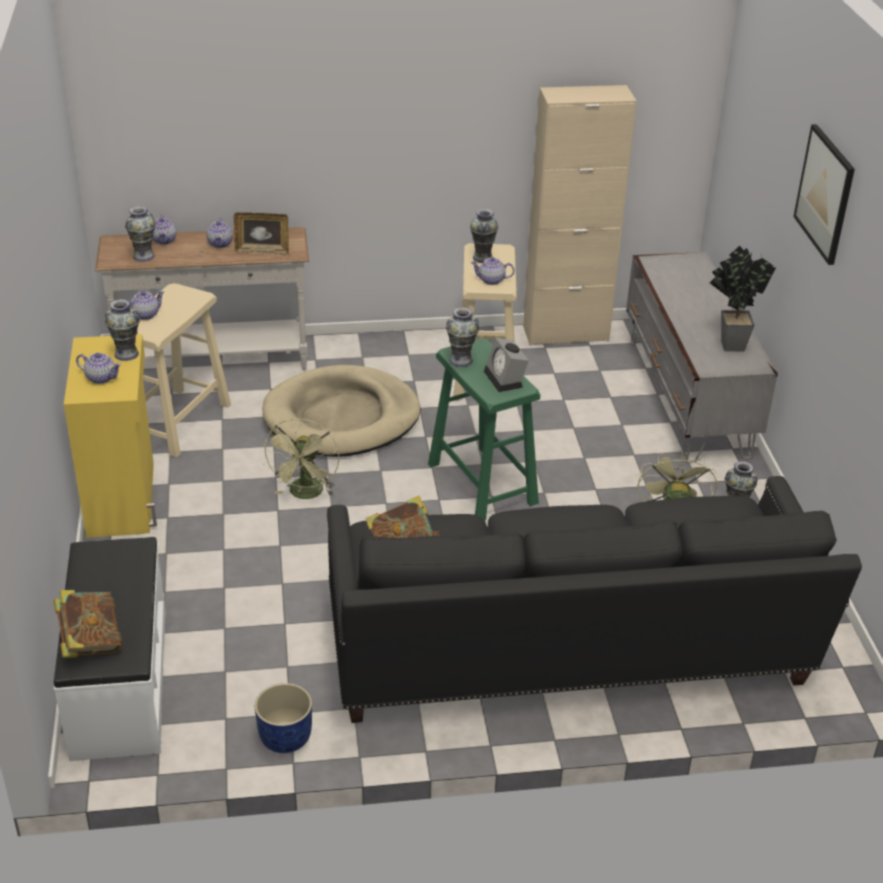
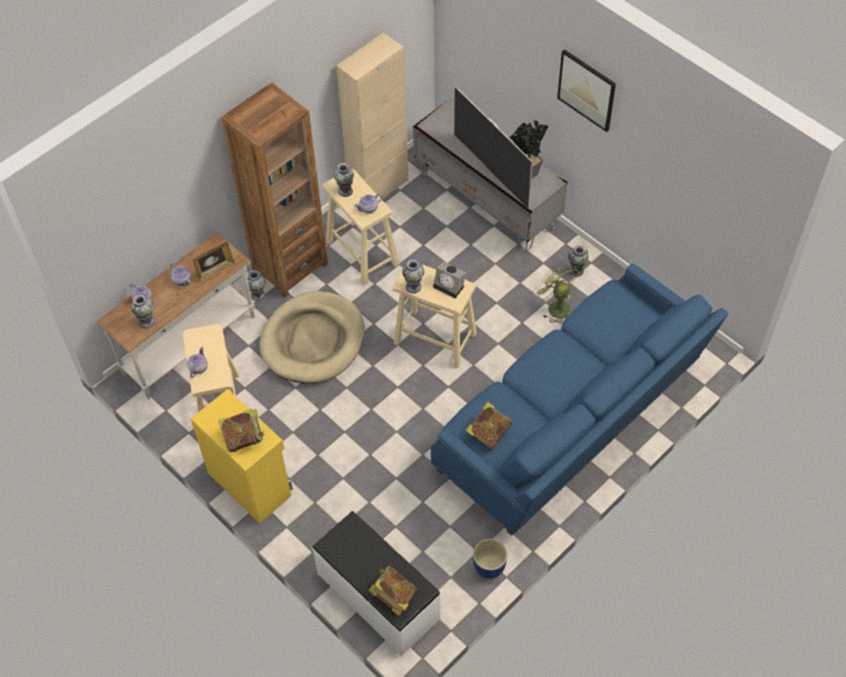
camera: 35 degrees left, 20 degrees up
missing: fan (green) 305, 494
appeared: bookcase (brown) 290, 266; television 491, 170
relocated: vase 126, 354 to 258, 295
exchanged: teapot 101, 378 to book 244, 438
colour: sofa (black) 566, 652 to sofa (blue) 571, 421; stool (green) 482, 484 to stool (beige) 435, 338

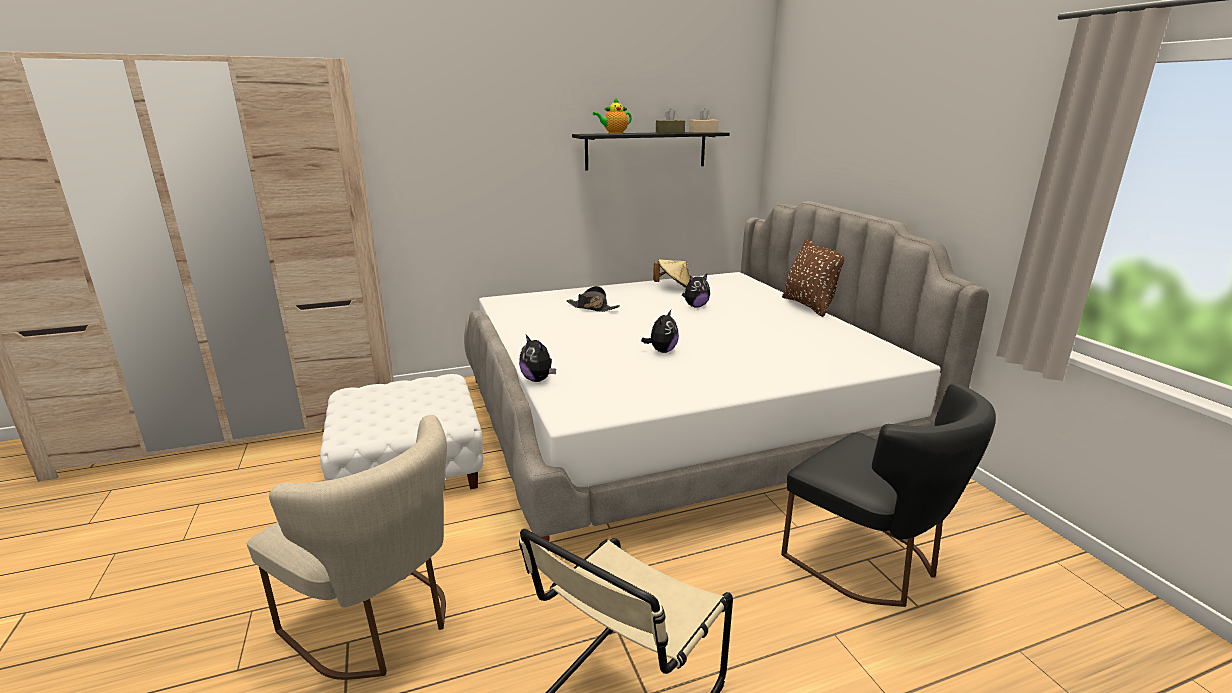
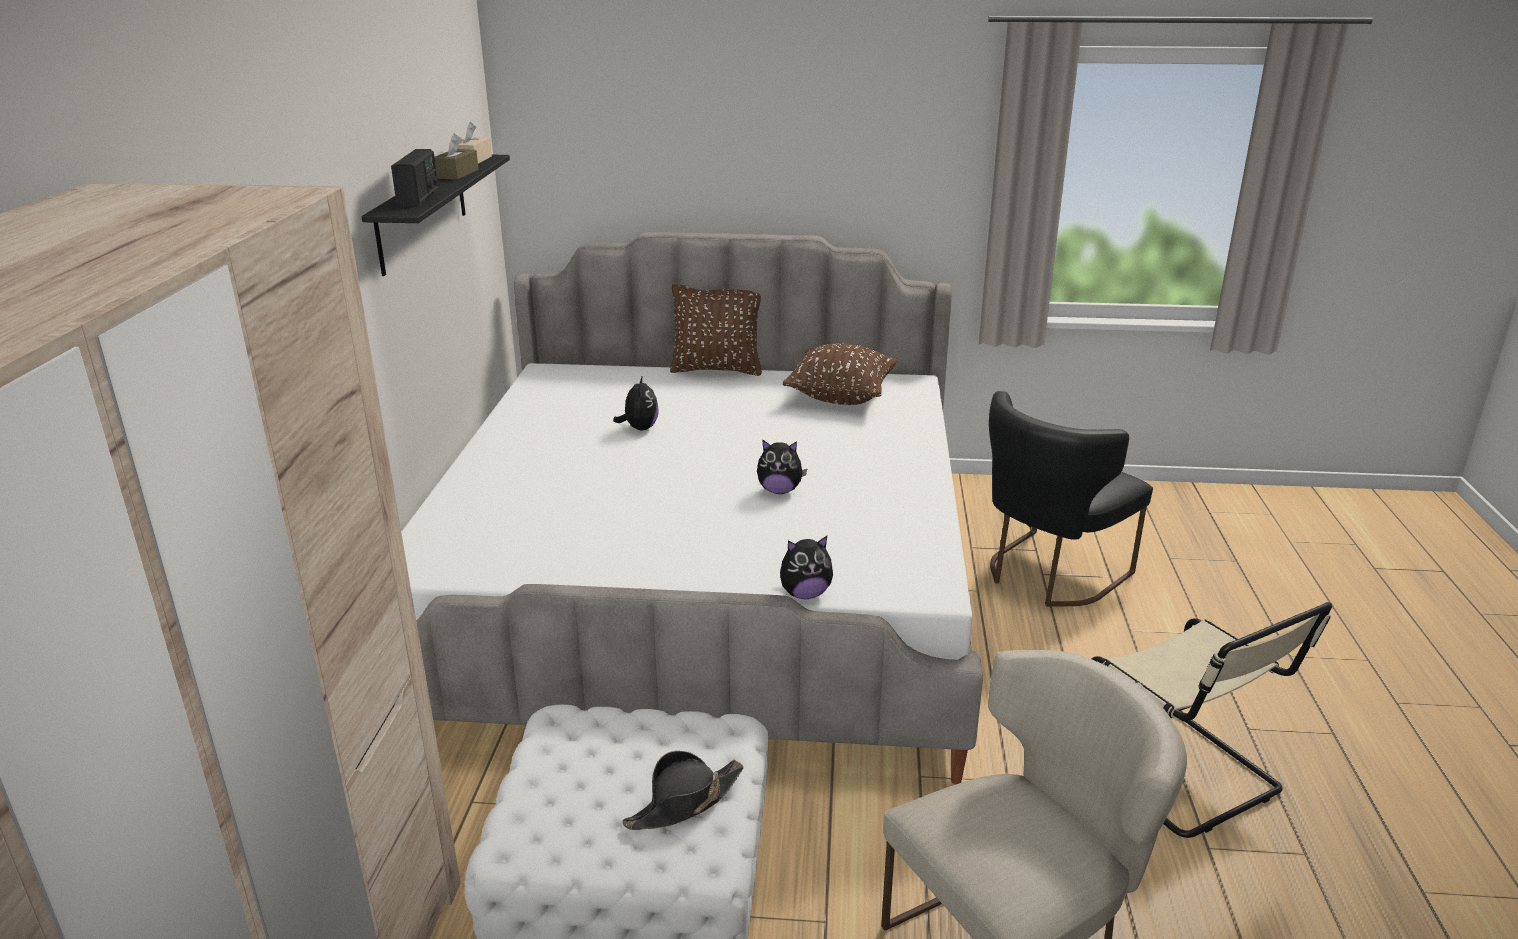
camera: 65 degrees left, 5 degrees up
missing: hat (beige) 674, 288
appeared: pillow (brown) 841, 397
relocated: hat (black) 592, 308 to 684, 802
exchanged: teapot 614, 133 to radio 419, 198
spun: plush toy 662, 351 = 780, 490 135 degrees clockwise; chair (black) 870, 563 = 1048, 575 150 degrees clockwise

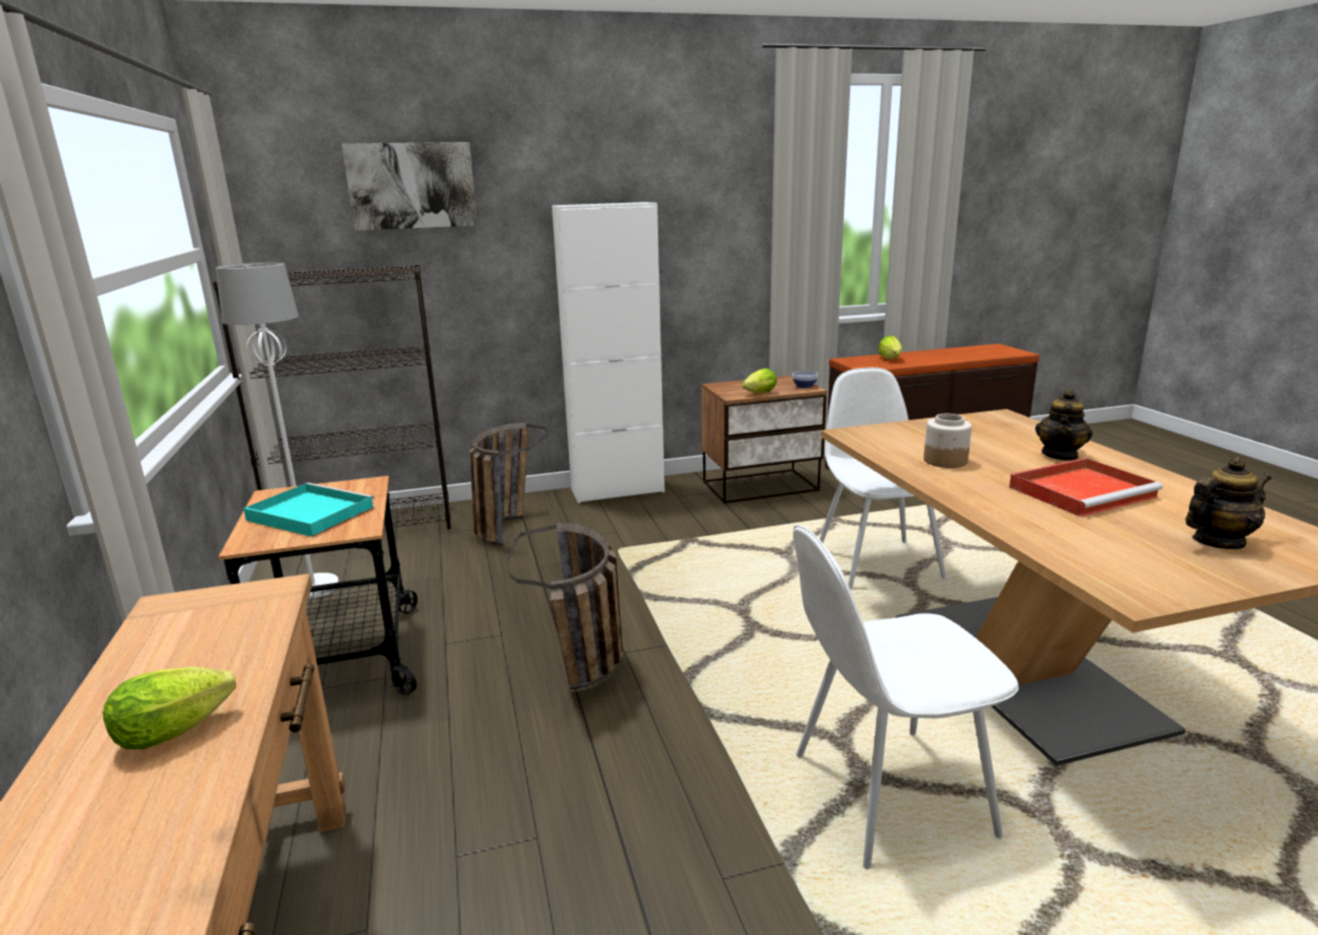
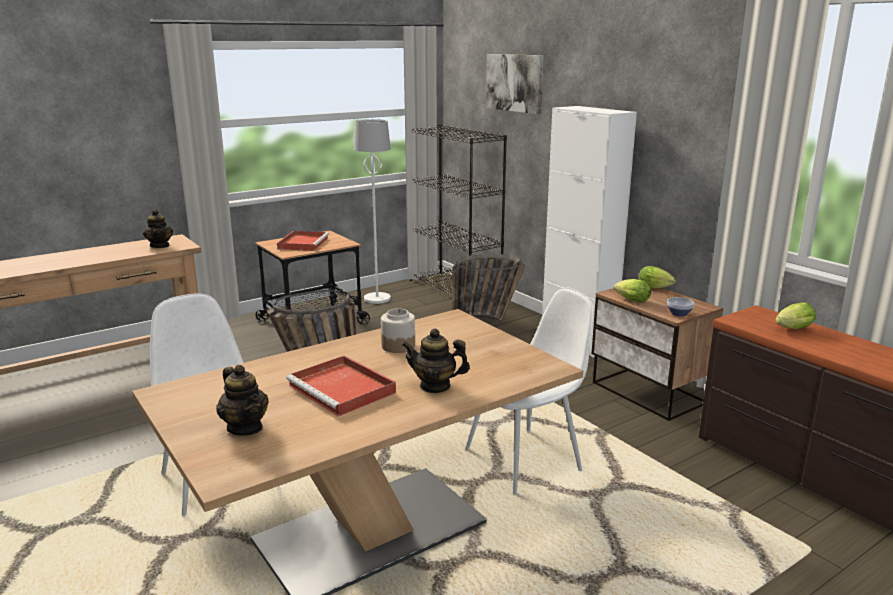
camera: 70 degrees right, 0 degrees up
appeared: teapot 160, 246
relocated: lettuce 181, 729 to 656, 288
colour: tray (turquoise) 308, 514 to tray (red) 303, 243

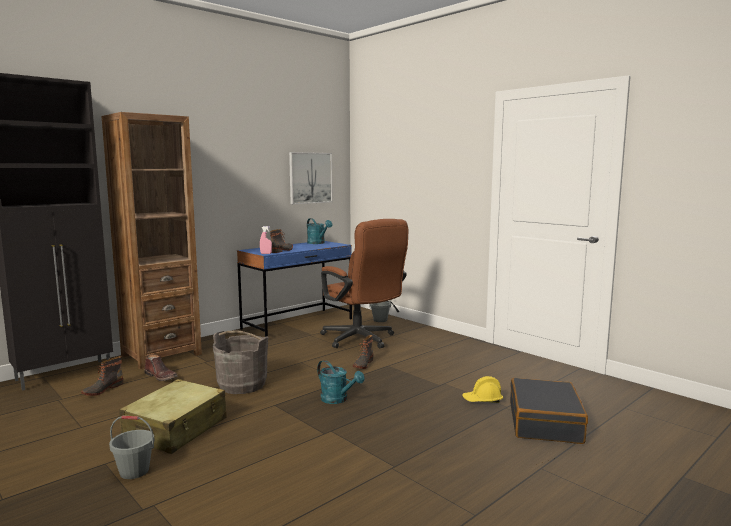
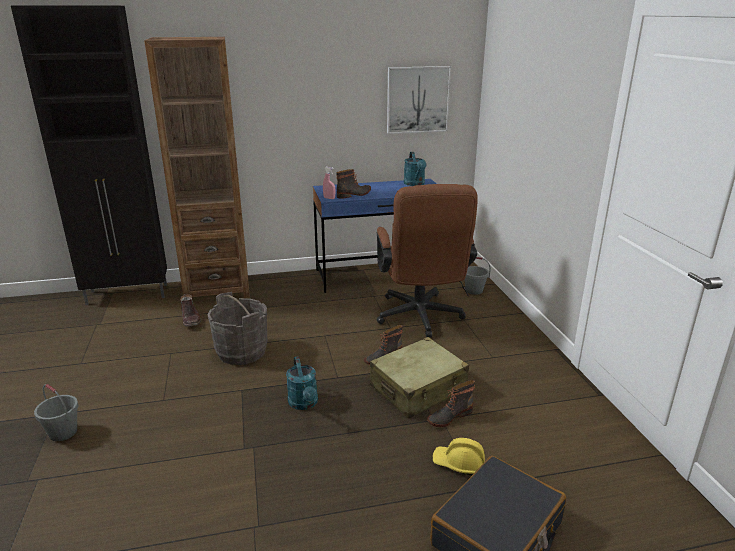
camera: 30 degrees right, 15 degrees up
relocated: boot 102, 389 to 449, 416; suitcase (beige) 176, 429 to 418, 388

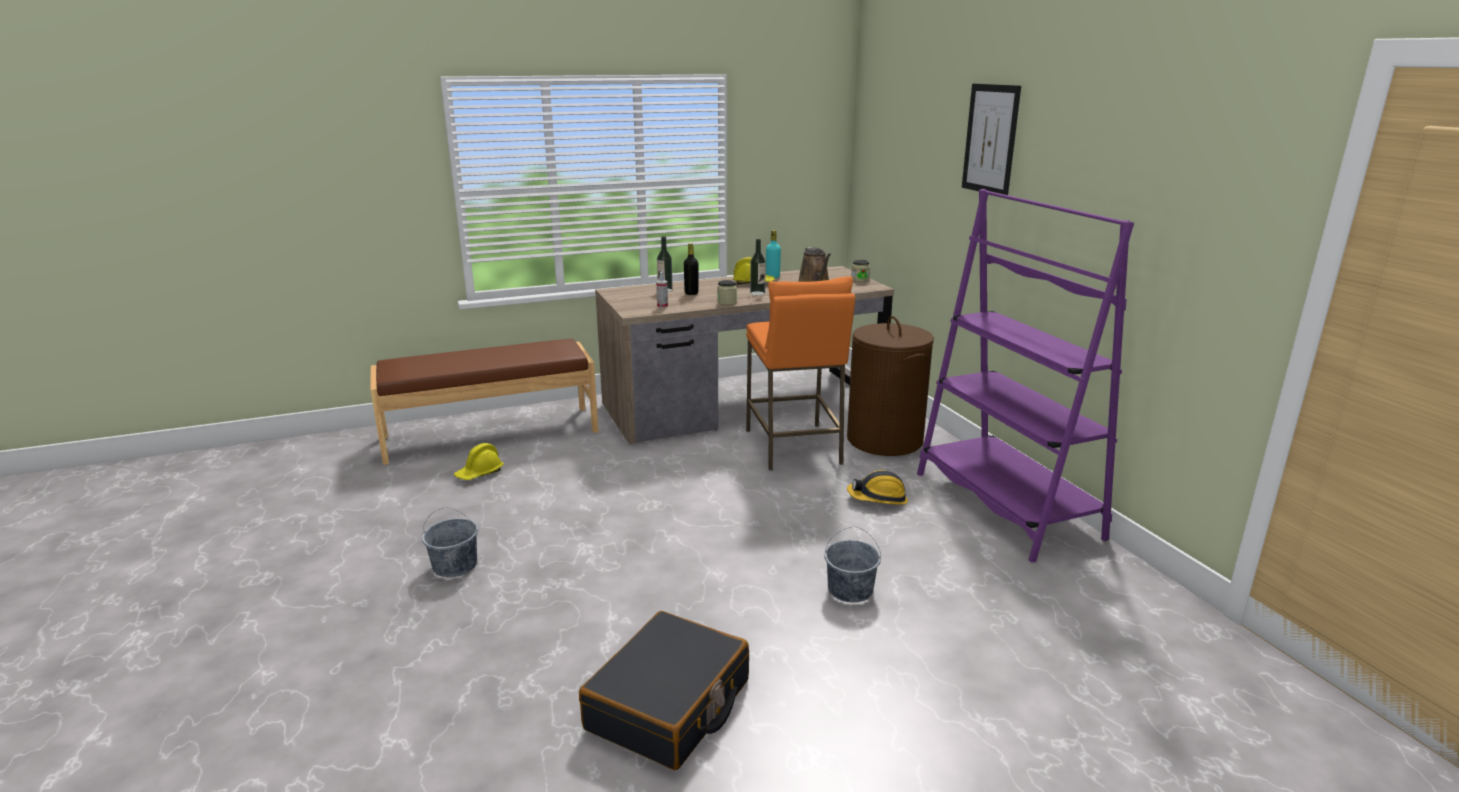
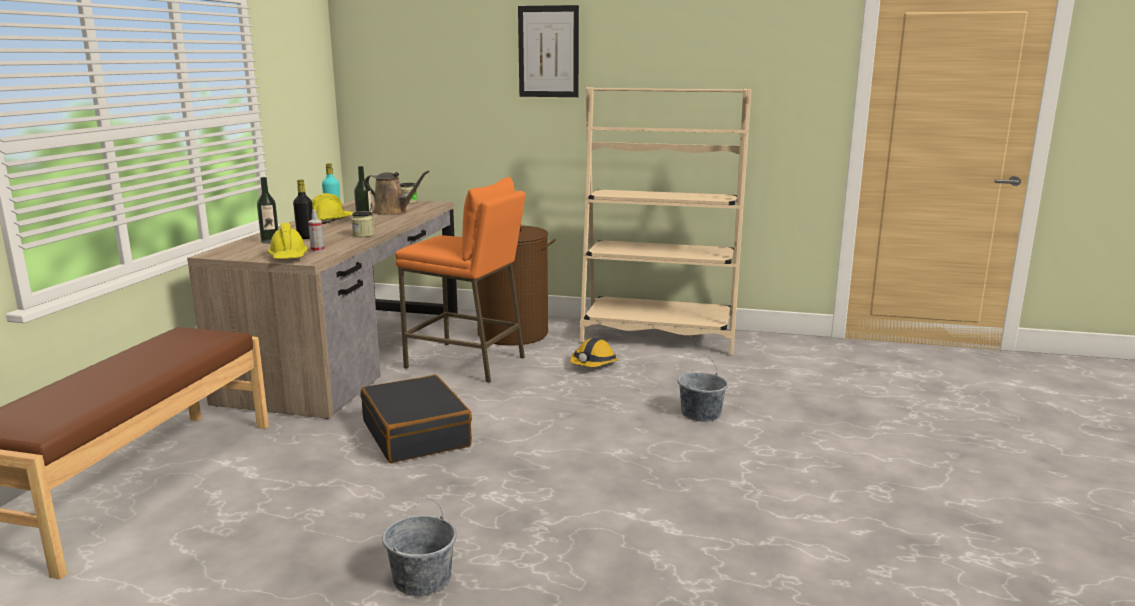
camera: 55 degrees left, 5 degrees down
relocated: hard hat (yellow) 479, 473 to 288, 257; suitcase (black) 669, 705 to 416, 434
colour: bookcase (purple) 1005, 505 to bookcase (beige) 658, 336

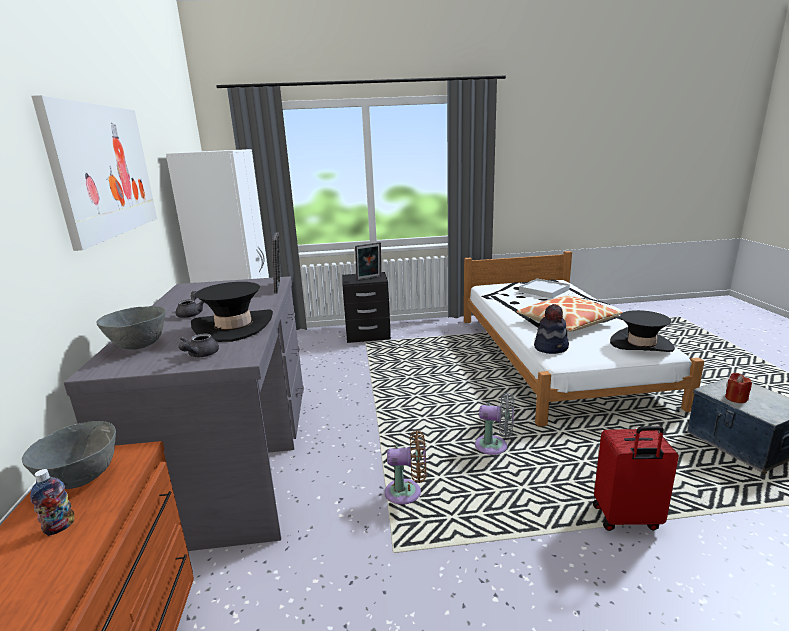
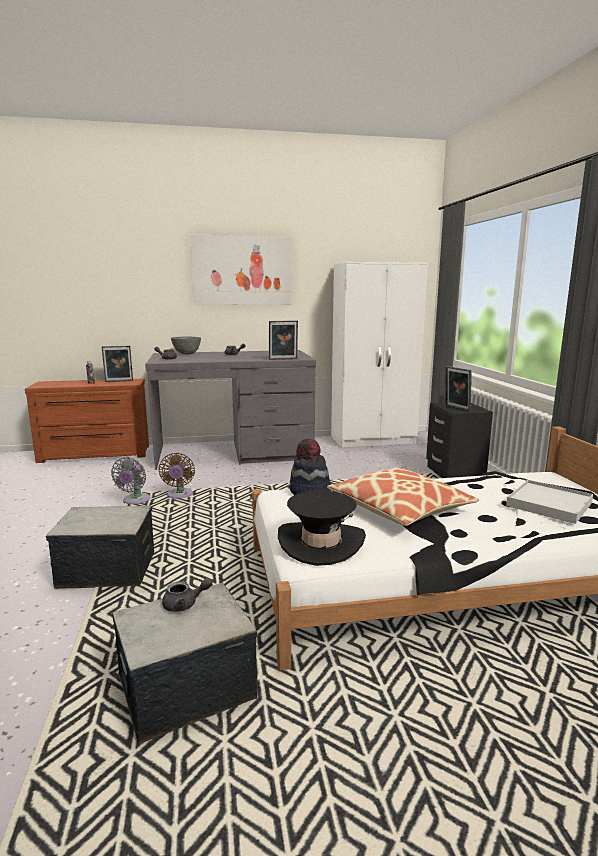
camera: 85 degrees right, 5 degrees down
missing: hat (black) 234, 327
relocated: fan (grey) 495, 446 to 135, 501
exchanged: bowl (grey) 81, 479 to picture frame 119, 381; suitcase (red) 626, 519 to storage box 107, 570; candle (red) 735, 398 to teapot (grey) 185, 604

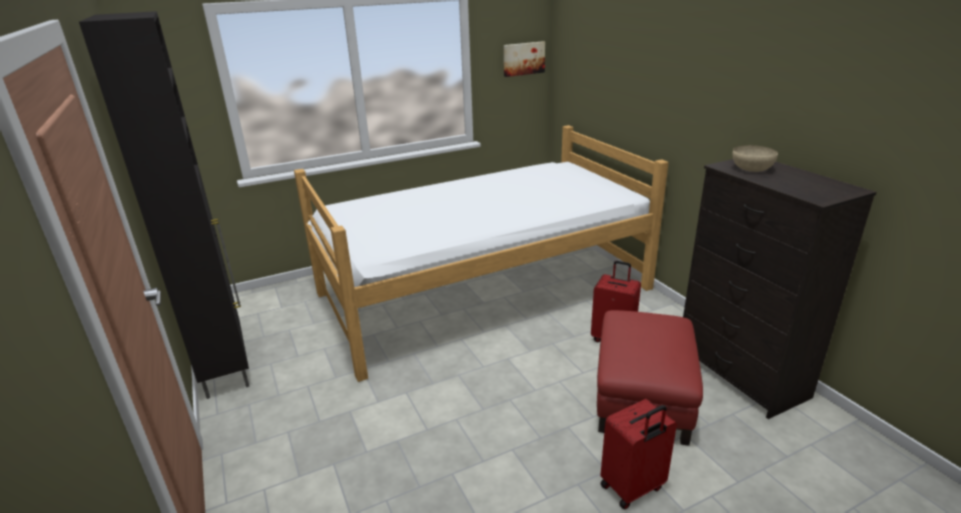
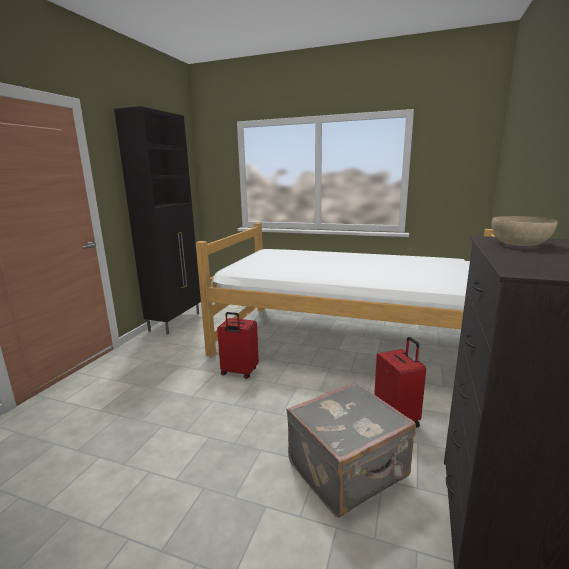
camera: 45 degrees right, 10 degrees down
missing: picture 523, 58
relocated: suitcase (red) 633, 488 to 239, 372
exchanged: ottoman (red) 641, 396 to suitcase (grey) 349, 471

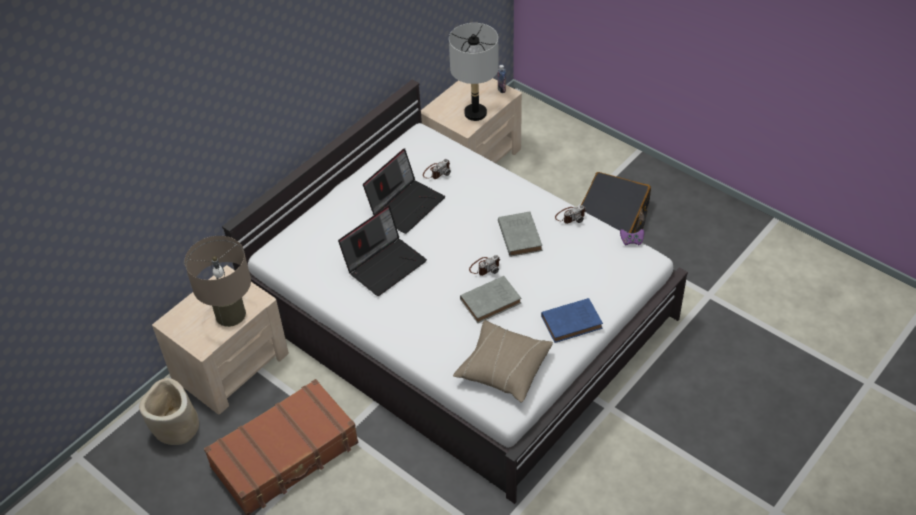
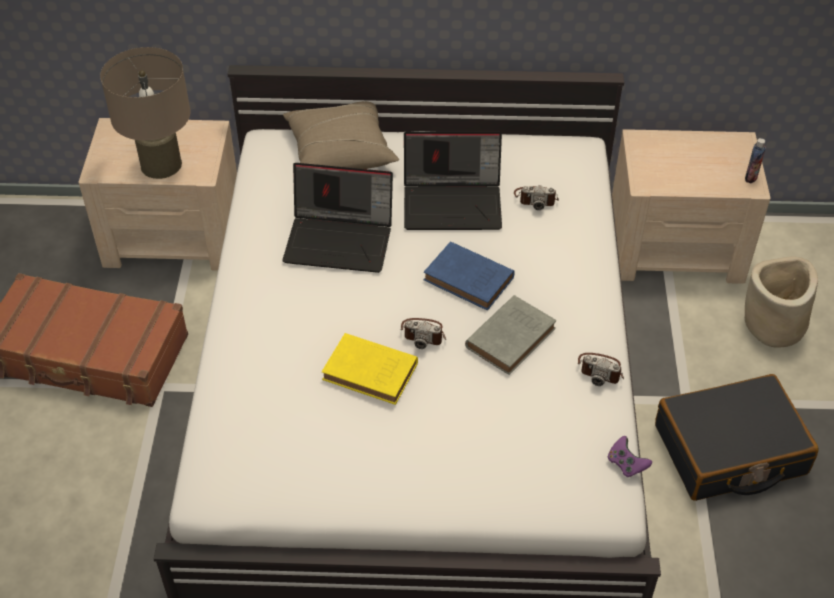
camera: 50 degrees right, 0 degrees up
missing: table lamp (grey) 475, 113
relocated: planter (beige) 176, 427 to 773, 325; pillow (beige) 503, 368 to 339, 151; book (blue) 573, 322 to 470, 280
colour: book (grey) 492, 301 to book (yellow) 372, 372

